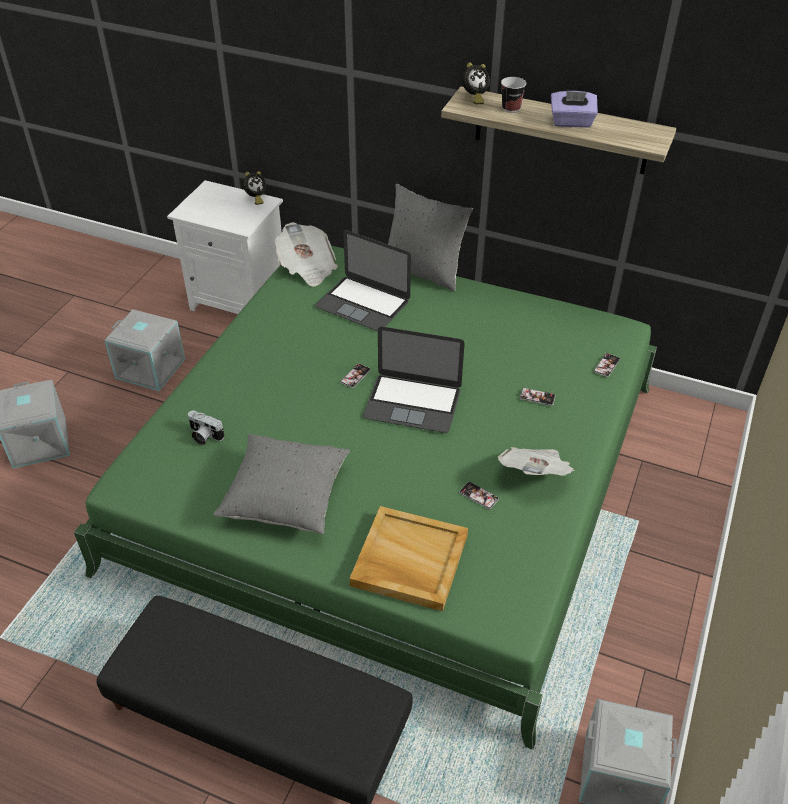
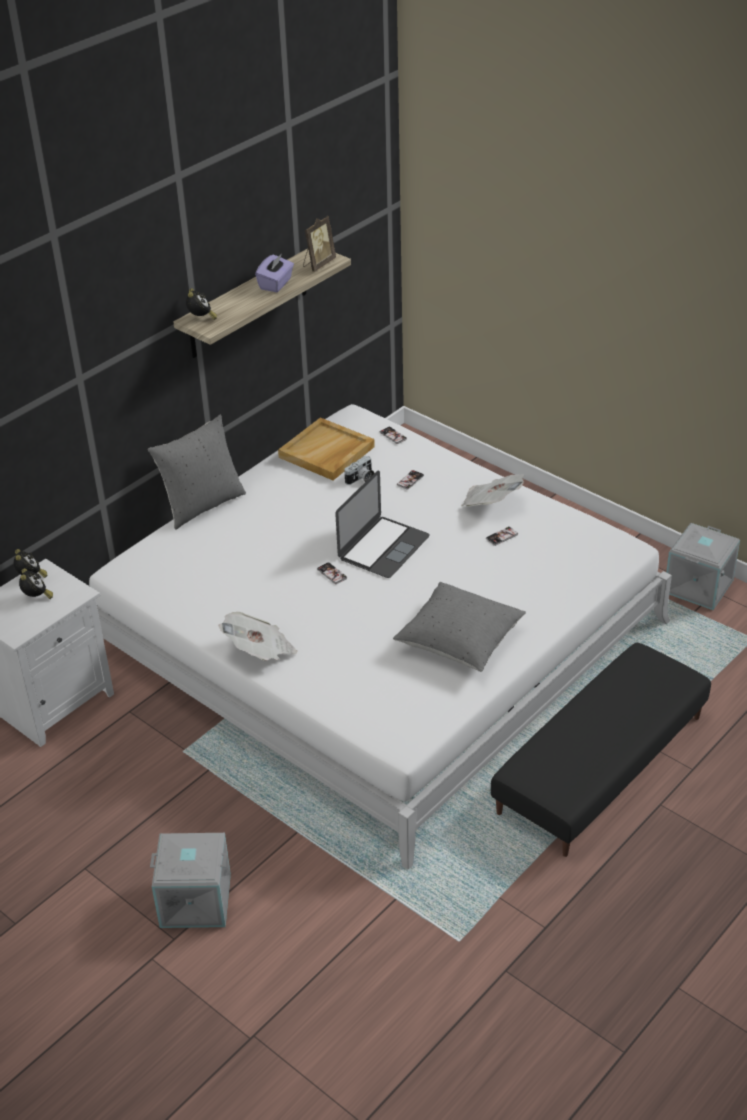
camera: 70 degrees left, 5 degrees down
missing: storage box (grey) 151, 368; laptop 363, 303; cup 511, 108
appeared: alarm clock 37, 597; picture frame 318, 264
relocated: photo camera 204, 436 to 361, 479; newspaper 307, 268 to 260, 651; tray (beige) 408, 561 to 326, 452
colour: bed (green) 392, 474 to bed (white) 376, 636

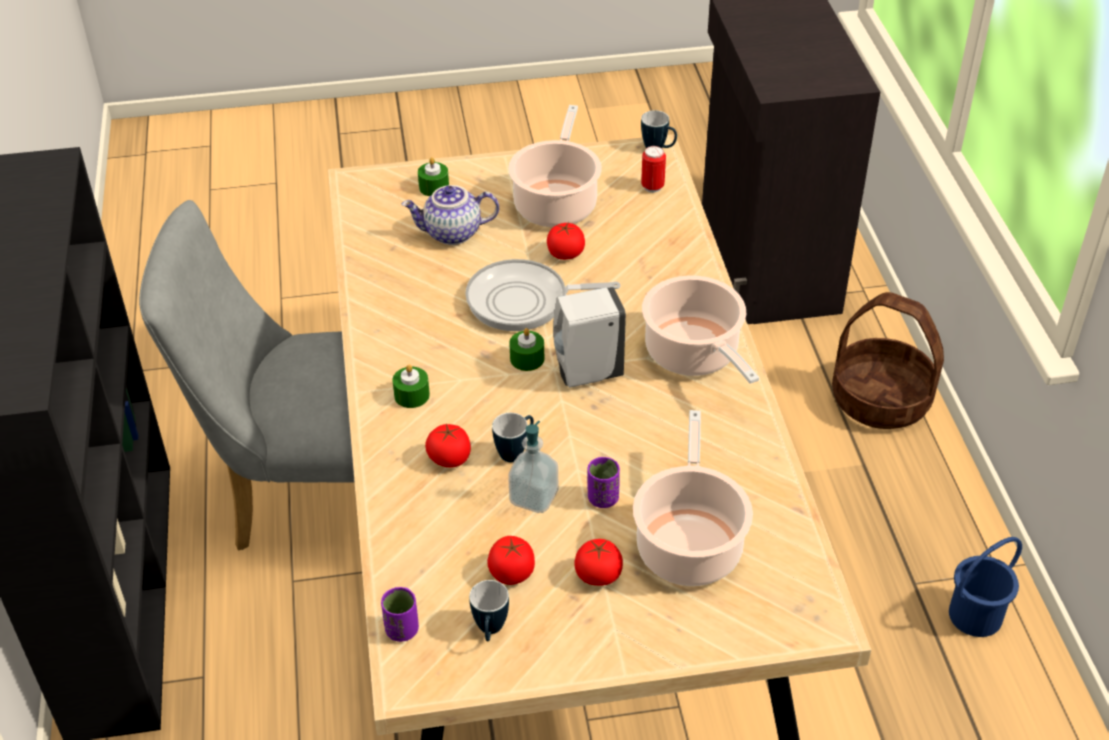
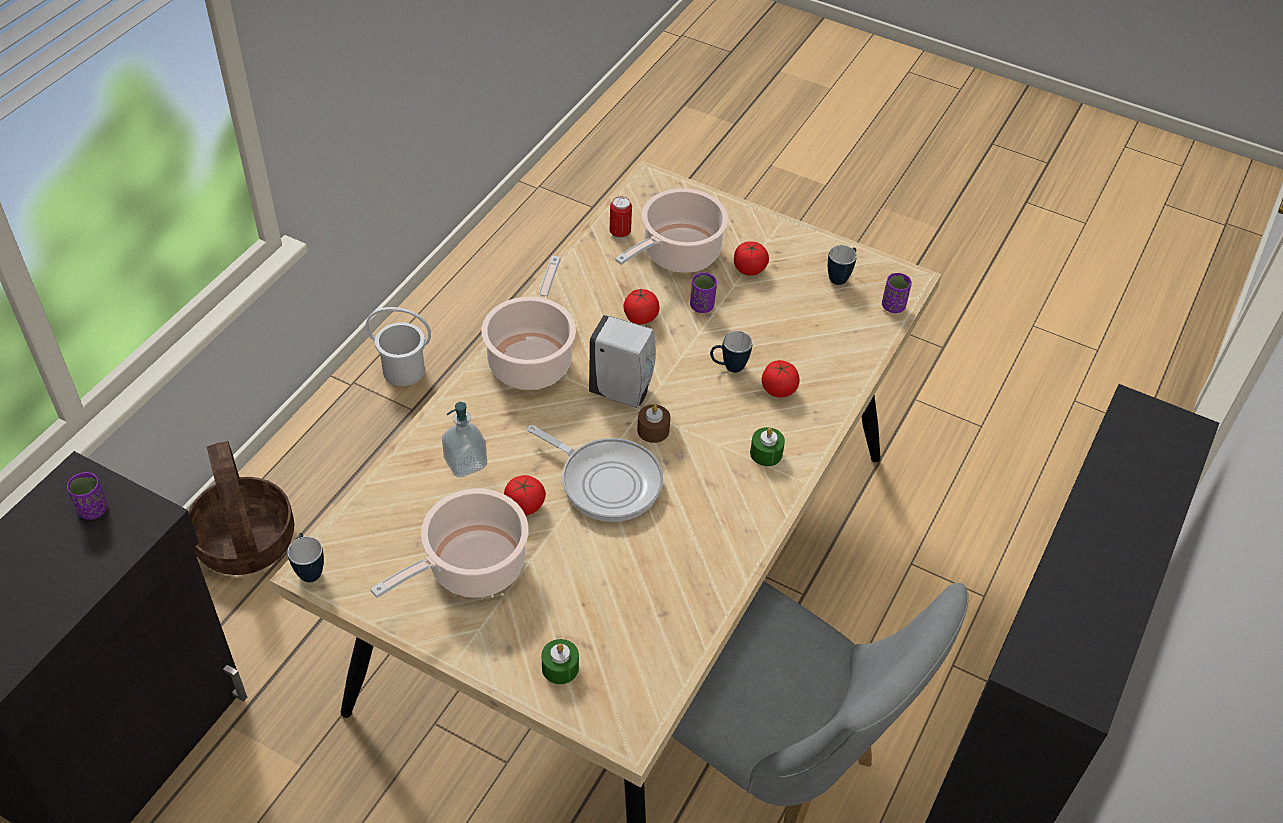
camera: 145 degrees left, 5 degrees up
missing: teapot 452, 234
appeared: cup (purple) 93, 510
relocated: tomato 512, 573 to 640, 317; soap dispenser 534, 497 to 465, 463; can 652, 187 to 620, 233
colour: candle (green) 527, 359 to candle (brown) 653, 430; bucket (blue) 974, 615 to bucket (white) 404, 371

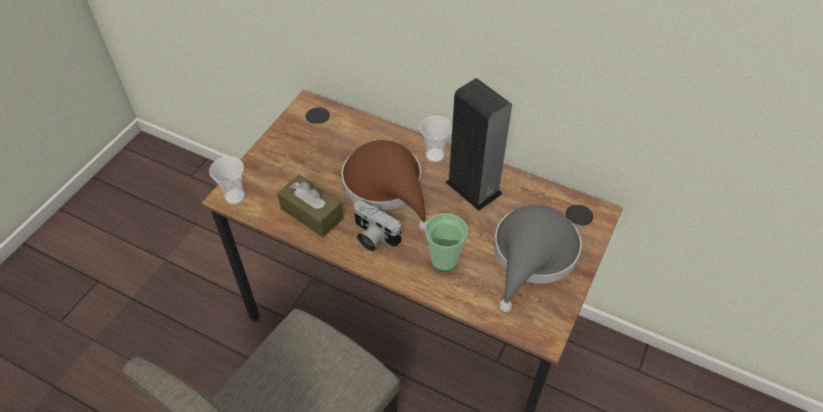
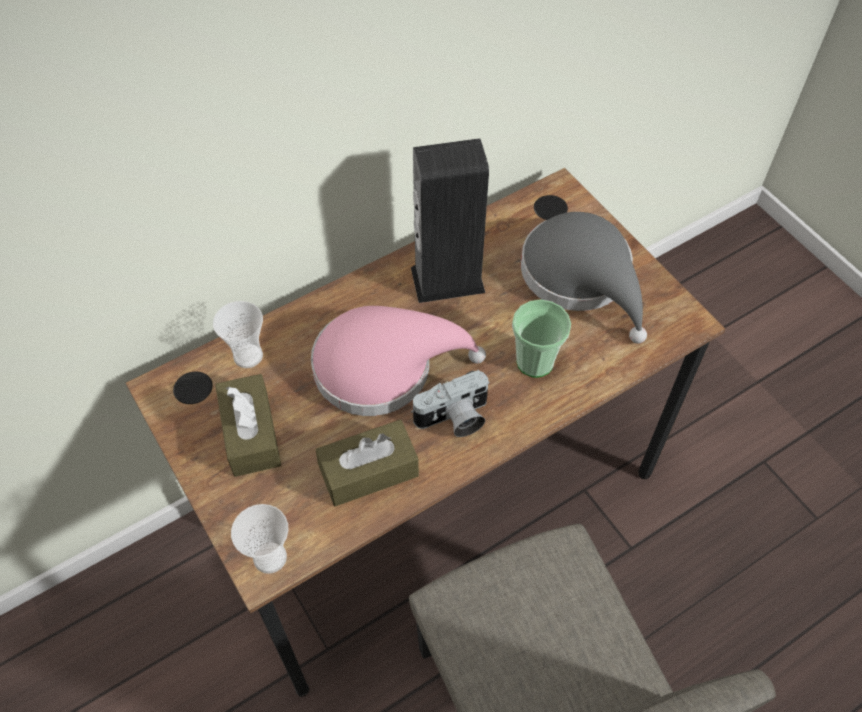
camera: 60 degrees left, 5 degrees up
appeared: tissue box (brown) 251, 434
relocated: cup 435, 155 to 248, 356
colour: hat (brown) 387, 187 to hat (pink) 383, 366

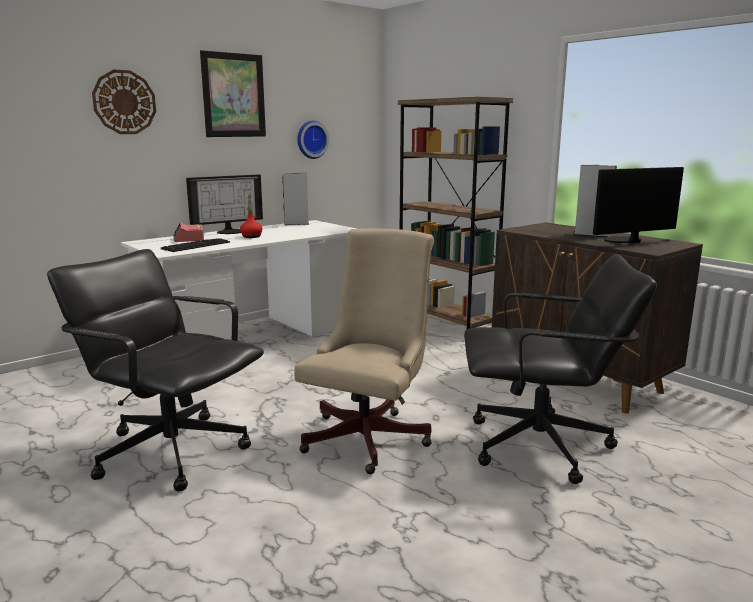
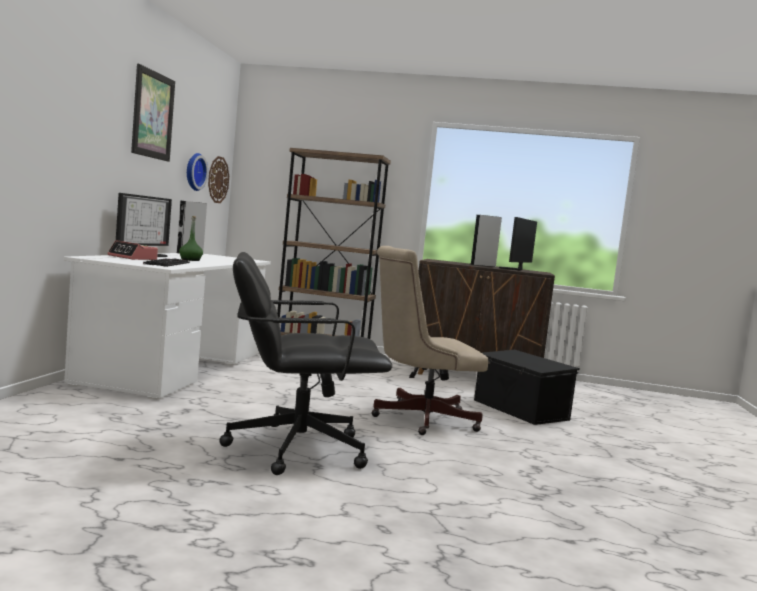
camera: 40 degrees left, 10 degrees down
relocated: wall clock 124, 102 to 218, 179
exchanged: office chair (black) 541, 446 to storage box (black) 520, 410
colour: bottle (red) 251, 236 to bottle (green) 190, 260
spun: office chair (beige) 370, 436 = 417, 418 90 degrees counterclockwise

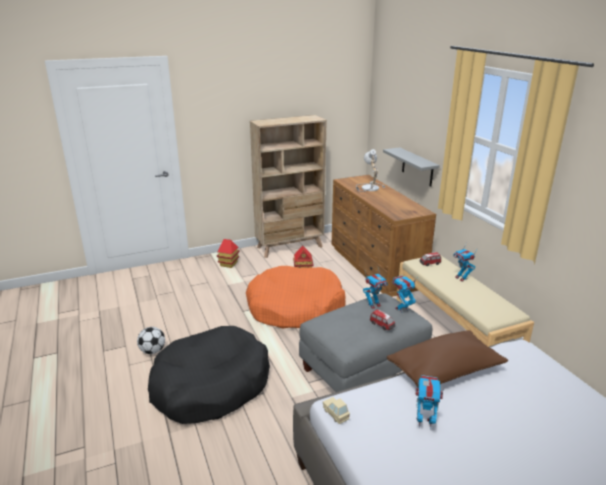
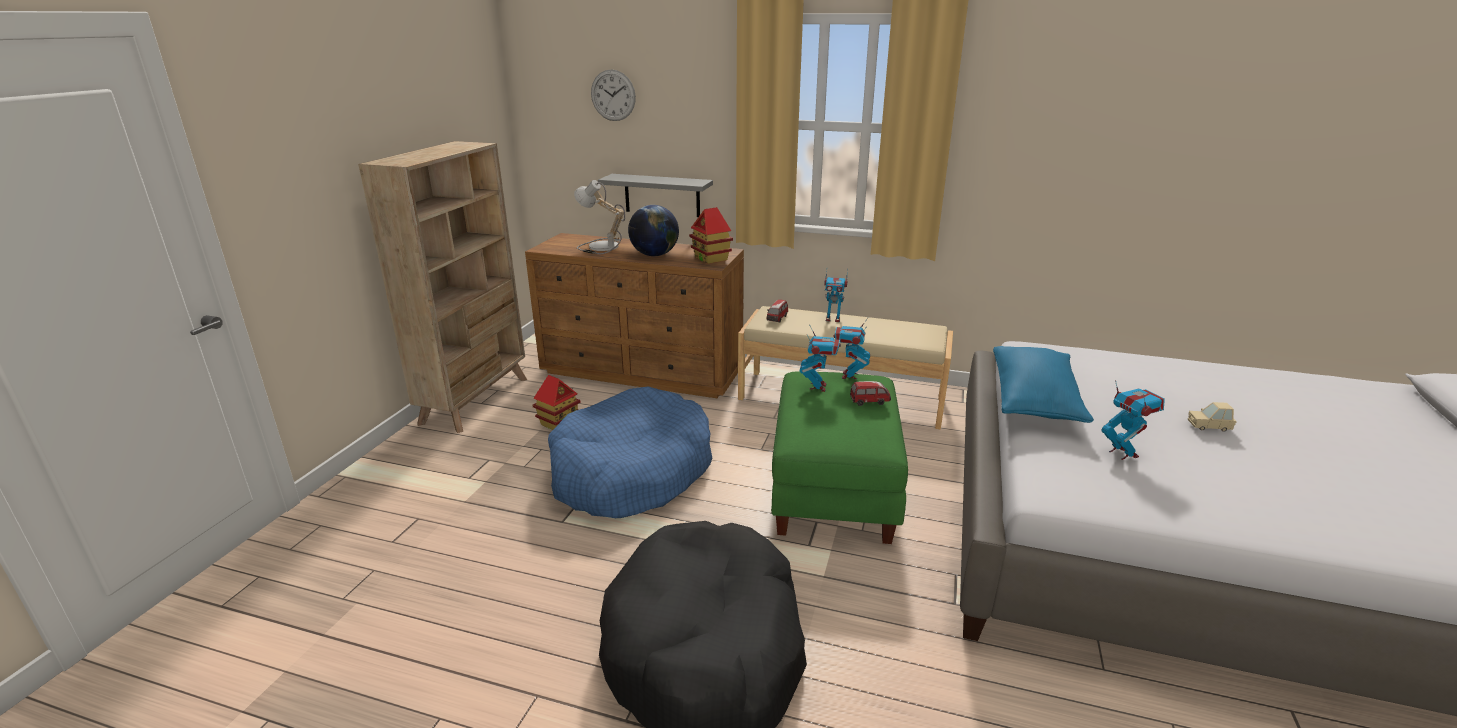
camera: 50 degrees left, 0 degrees up
missing: football 152, 351
appeared: wall clock 613, 95; globe 654, 255
relocated: toy house 229, 264 to 711, 259; toy car (beige) 335, 414 to 1208, 426
colour: dog bed (orange) 295, 308 to dog bed (blue) 631, 472; ottoman (grey) 363, 369 to ottoman (green) 832, 488; pillow (brown) 445, 371 to pillow (blue) 1034, 400
spun: toy robot 424, 423 = 1122, 453 105 degrees clockwise

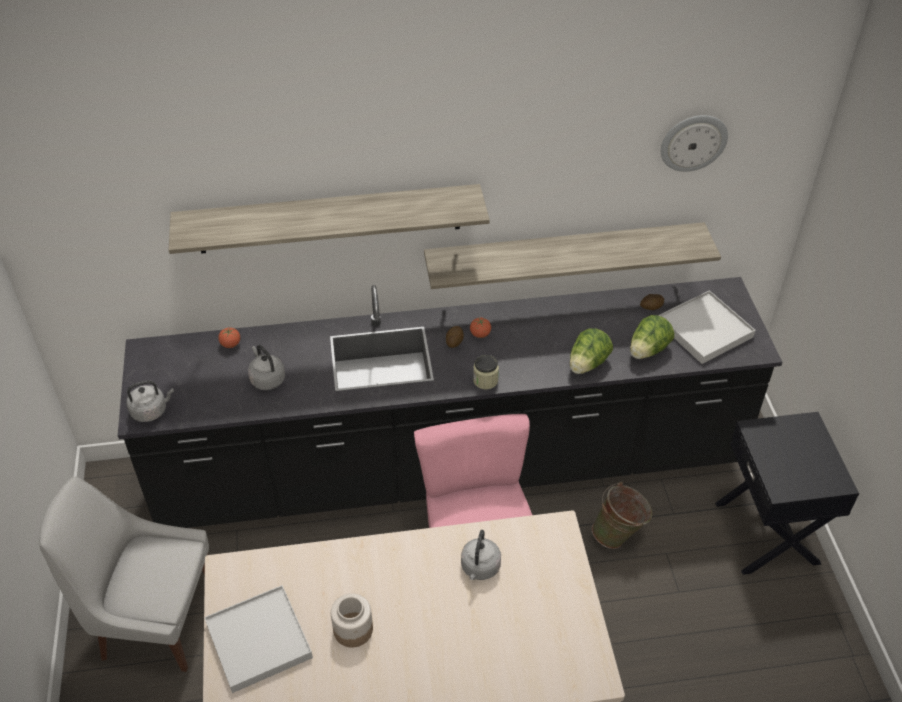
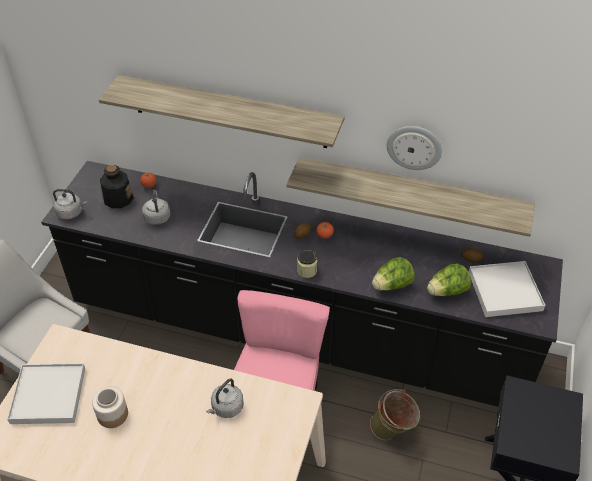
camera: 25 degrees right, 0 degrees up
appeared: bottle 118, 199
relocated: wall clock 693, 142 to 414, 147

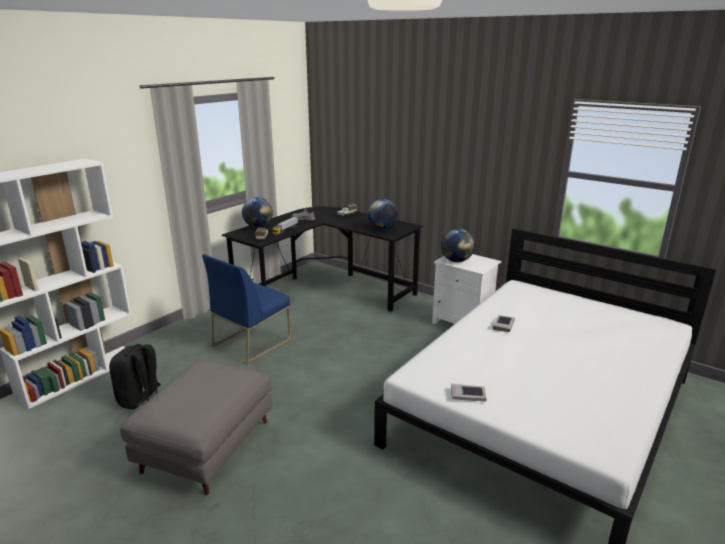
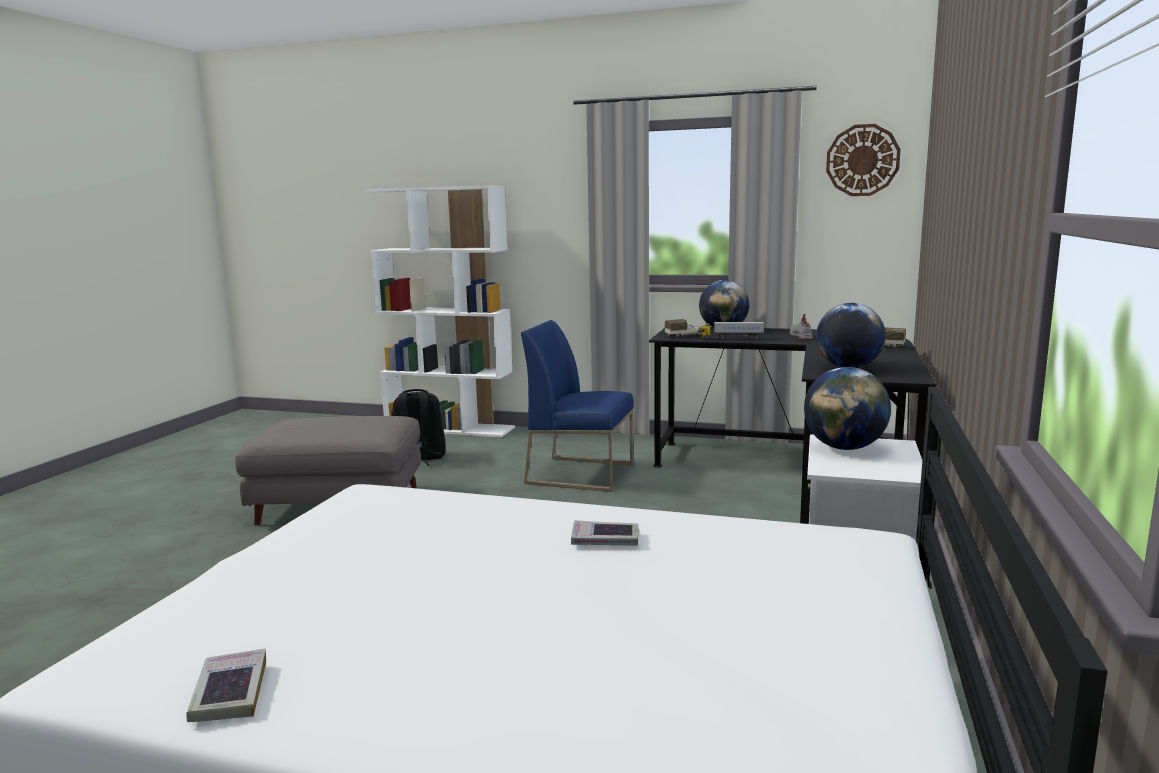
camera: 70 degrees right, 10 degrees down
appeared: wall clock 862, 160
relocated: book 468, 395 to 229, 693

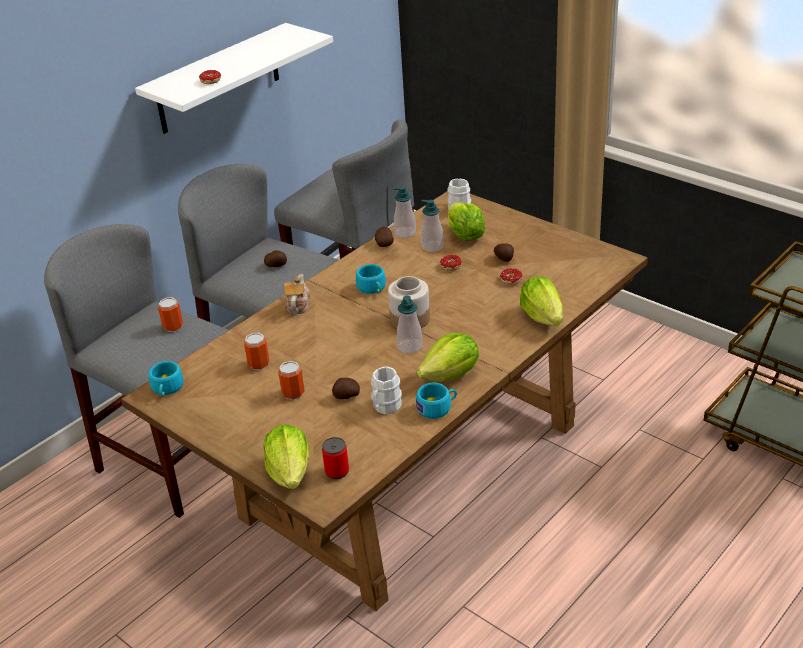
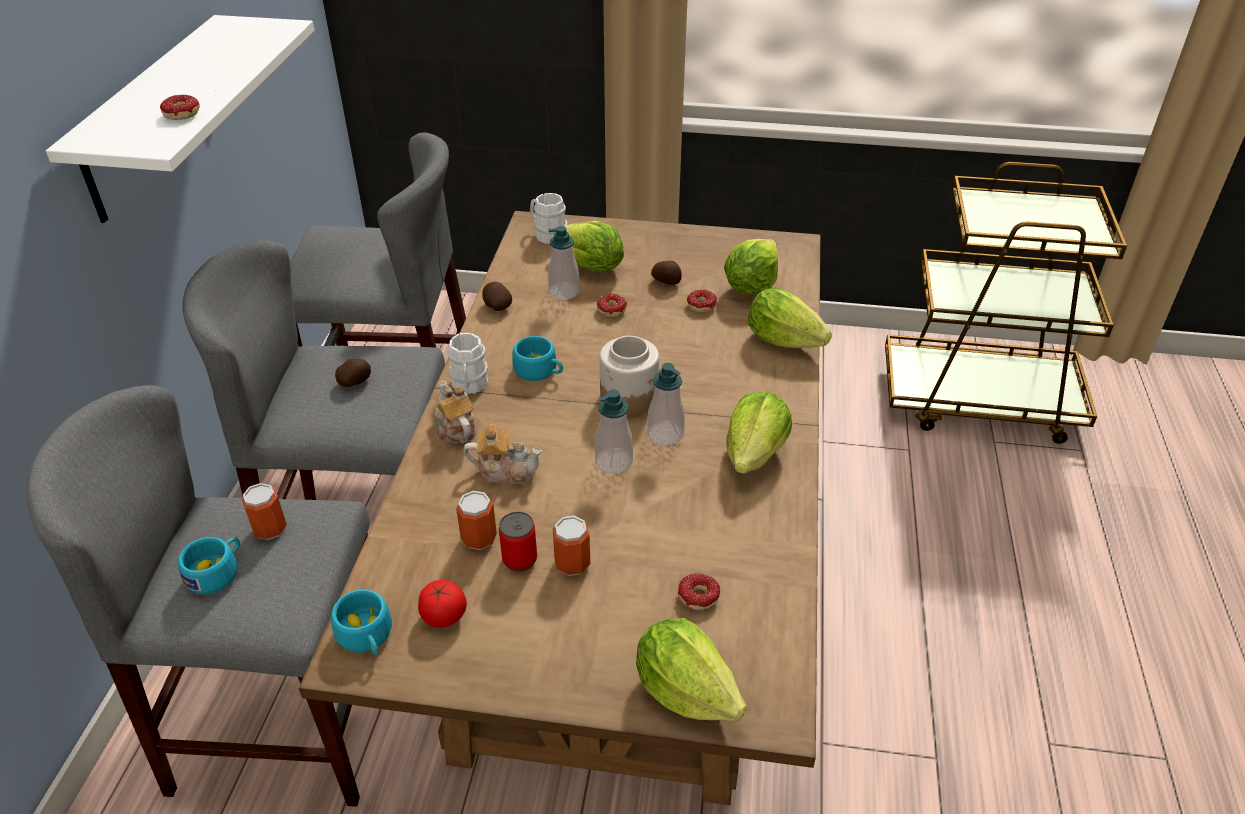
camera: 35 degrees left, 5 degrees up
missing: potato 346, 396
appeared: tomato 444, 616; teapot 505, 471; donut 700, 602; lettuce 751, 286
relocated: can 337, 471 to 520, 559; mug (white) 385, 407 to 469, 385; soap dispenser 405, 233 to 614, 461; cup (turquoise) 437, 408 to 217, 572

